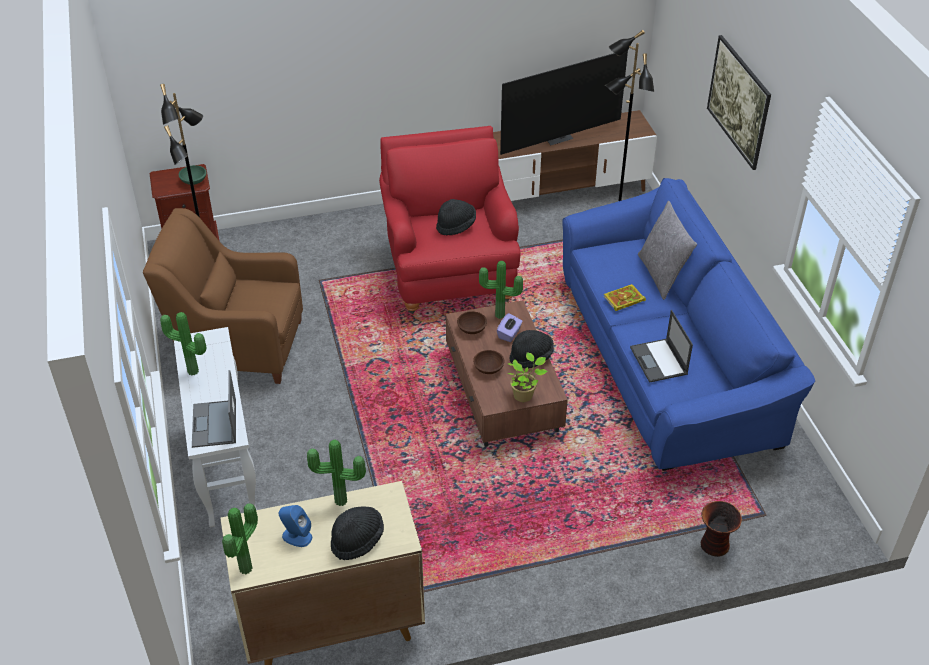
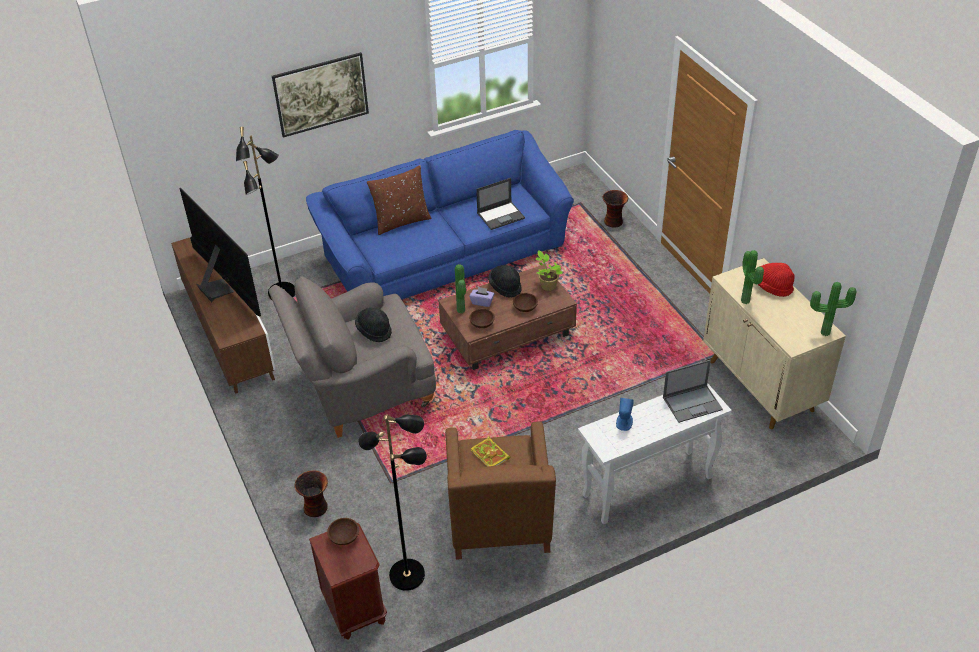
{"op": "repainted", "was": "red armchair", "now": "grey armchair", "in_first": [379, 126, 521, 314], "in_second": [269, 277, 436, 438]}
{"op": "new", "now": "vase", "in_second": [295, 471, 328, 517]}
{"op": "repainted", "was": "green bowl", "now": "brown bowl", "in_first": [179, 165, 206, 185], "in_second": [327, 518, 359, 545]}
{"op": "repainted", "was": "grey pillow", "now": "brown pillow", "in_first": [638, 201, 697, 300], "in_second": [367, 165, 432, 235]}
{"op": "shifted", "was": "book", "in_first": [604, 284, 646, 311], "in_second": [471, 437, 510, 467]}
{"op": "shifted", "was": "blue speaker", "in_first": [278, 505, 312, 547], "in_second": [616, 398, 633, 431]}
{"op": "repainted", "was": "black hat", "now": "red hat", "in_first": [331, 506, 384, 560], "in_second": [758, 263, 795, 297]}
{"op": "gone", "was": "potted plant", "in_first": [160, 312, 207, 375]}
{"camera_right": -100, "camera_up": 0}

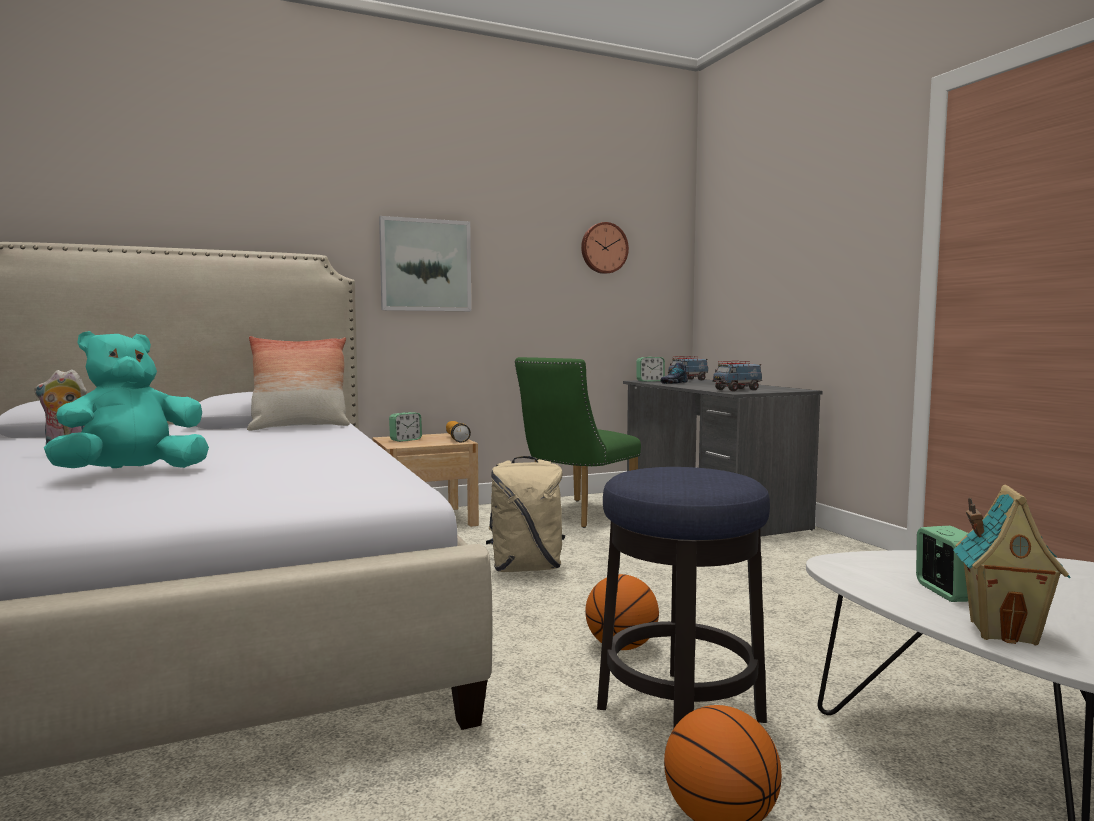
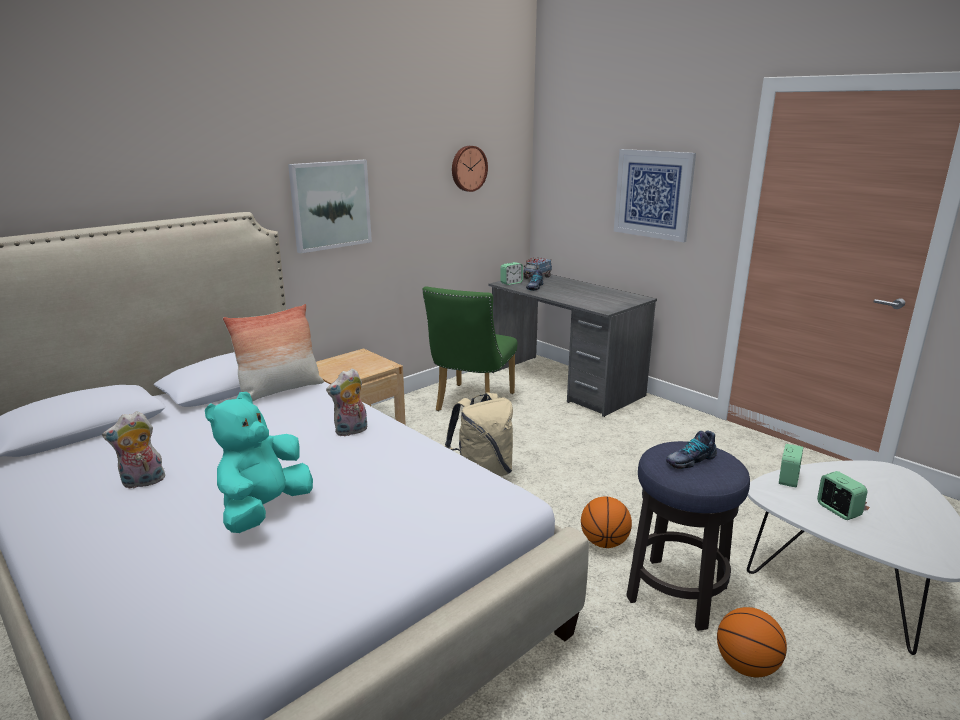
{"op": "new", "now": "plush toy", "in_second": [326, 368, 367, 436]}
{"op": "new", "now": "picture", "in_second": [614, 149, 696, 242]}
{"op": "new", "now": "shoe", "in_second": [666, 431, 717, 469]}
{"op": "shifted", "was": "alarm clock", "in_first": [389, 412, 422, 442], "in_second": [779, 444, 803, 488]}
{"op": "gone", "was": "flashlight", "in_first": [446, 421, 471, 443]}
{"op": "gone", "was": "toy truck", "in_first": [712, 361, 762, 391]}
{"op": "gone", "was": "toy house", "in_first": [953, 485, 1071, 645]}
{"camera_right": -20, "camera_up": 15}

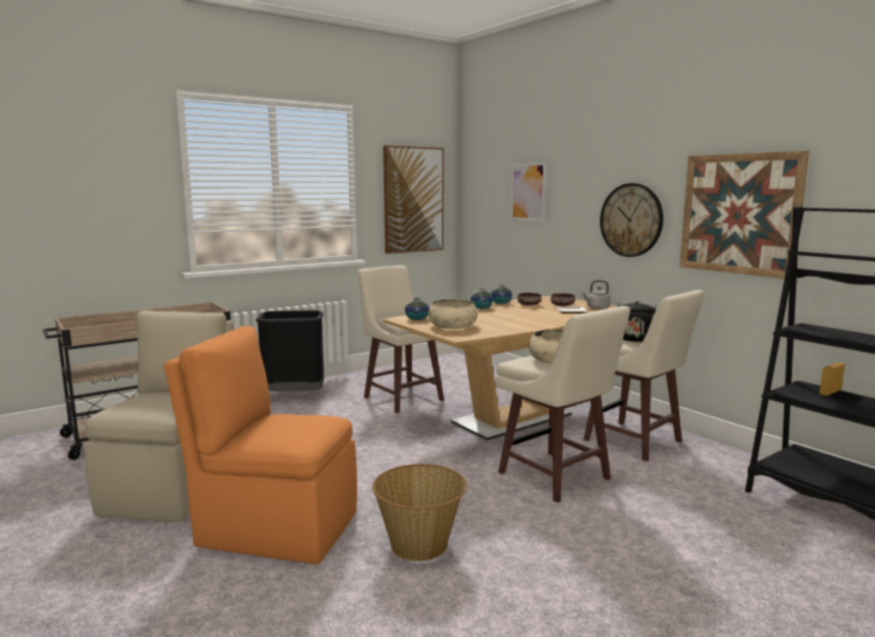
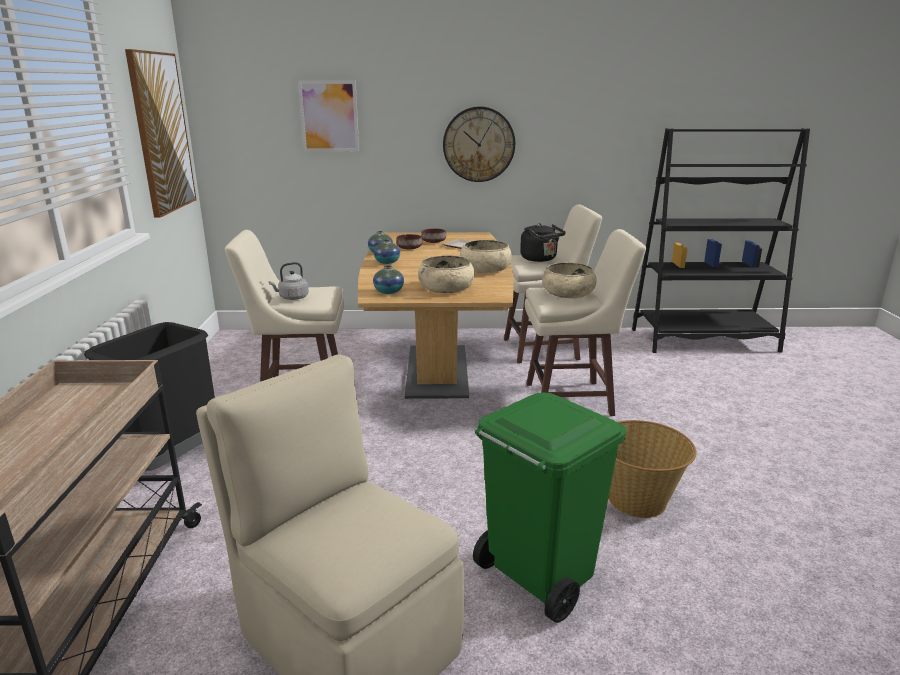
{"op": "shifted", "was": "grey kettle", "in_first": [582, 280, 611, 310], "in_second": [269, 262, 309, 300]}
{"op": "new", "now": "beige bowl", "in_second": [460, 240, 512, 273]}
{"op": "swapped", "was": "orange chair", "now": "green trash can", "in_first": [164, 326, 357, 565], "in_second": [473, 392, 626, 623]}
{"op": "gone", "was": "picture", "in_first": [680, 151, 809, 279]}
{"camera_right": -55, "camera_up": 10}

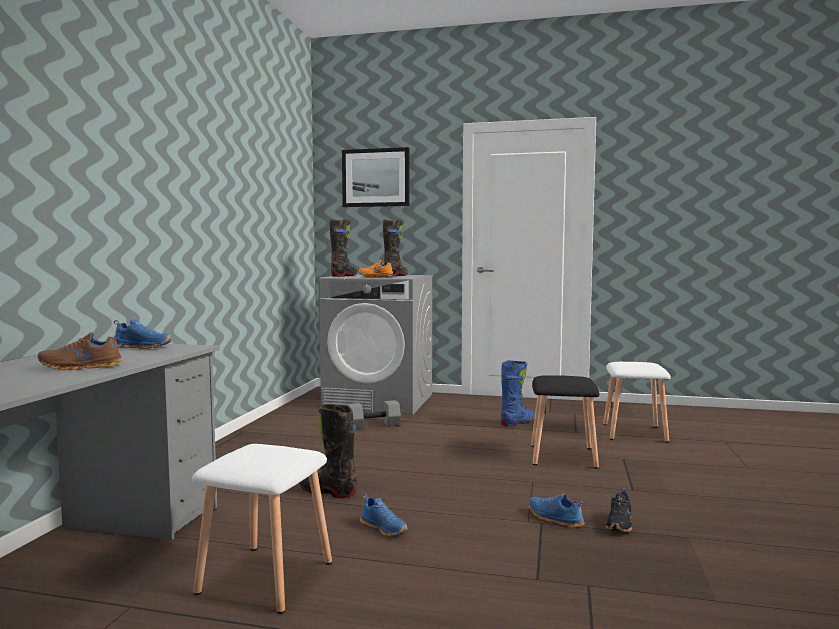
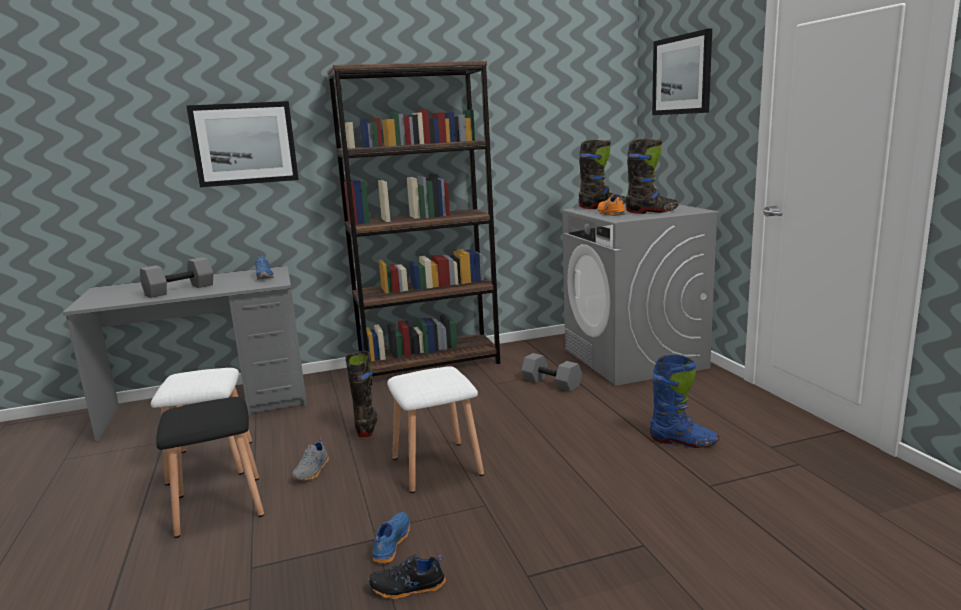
{"op": "swapped", "was": "brown shoe", "now": "grey dumbbell", "in_first": [38, 332, 123, 370], "in_second": [140, 257, 213, 298]}
{"op": "shifted", "was": "black stool", "in_first": [531, 375, 600, 469], "in_second": [156, 397, 264, 538]}
{"op": "new", "now": "picture", "in_second": [187, 101, 299, 187]}
{"op": "repainted", "was": "blue shoe", "now": "grey shoe", "in_first": [360, 494, 408, 536], "in_second": [292, 438, 329, 480]}
{"op": "new", "now": "brown bookcase", "in_second": [327, 61, 500, 385]}
{"op": "shifted", "was": "white stool", "in_first": [603, 362, 671, 443], "in_second": [387, 366, 484, 493]}
{"camera_right": 60, "camera_up": 10}

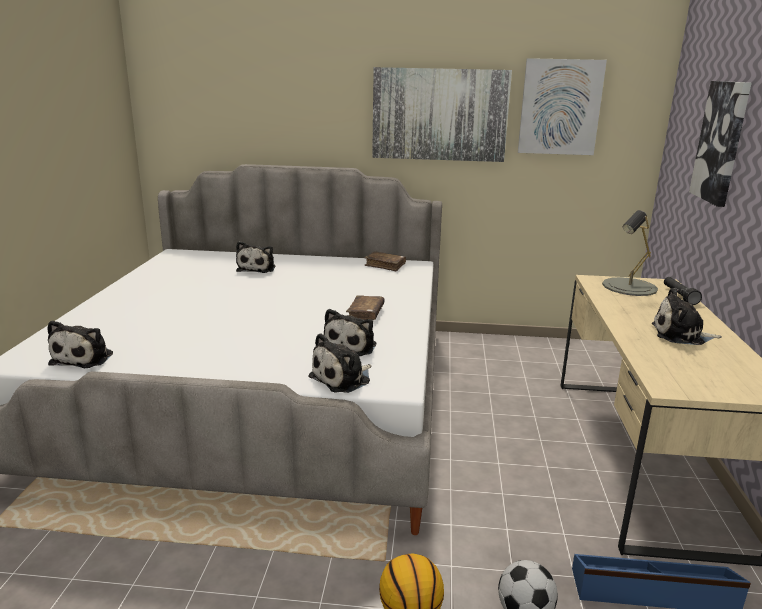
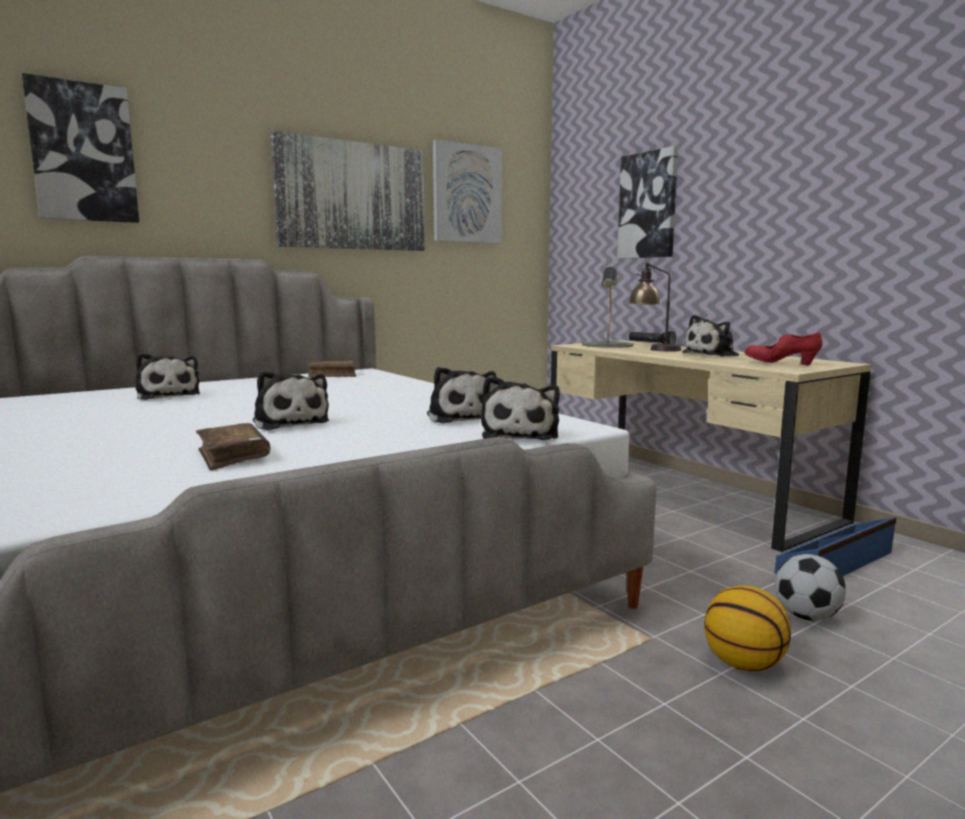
{"op": "new", "now": "picture", "in_second": [22, 73, 139, 223]}
{"op": "shifted", "was": "brown book", "in_first": [346, 295, 385, 320], "in_second": [196, 423, 270, 471]}
{"op": "shifted", "was": "plush toy", "in_first": [47, 320, 113, 369], "in_second": [253, 371, 329, 430]}
{"op": "new", "now": "table lamp", "in_second": [629, 262, 681, 352]}
{"op": "new", "now": "red shoe", "in_second": [745, 332, 822, 365]}
{"camera_right": -40, "camera_up": -10}

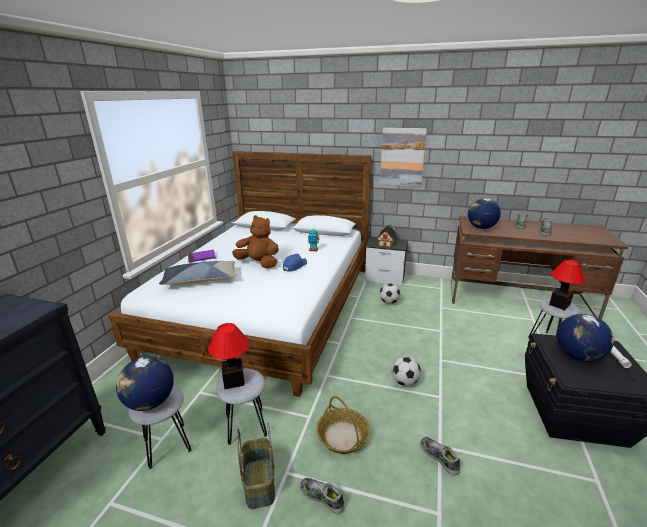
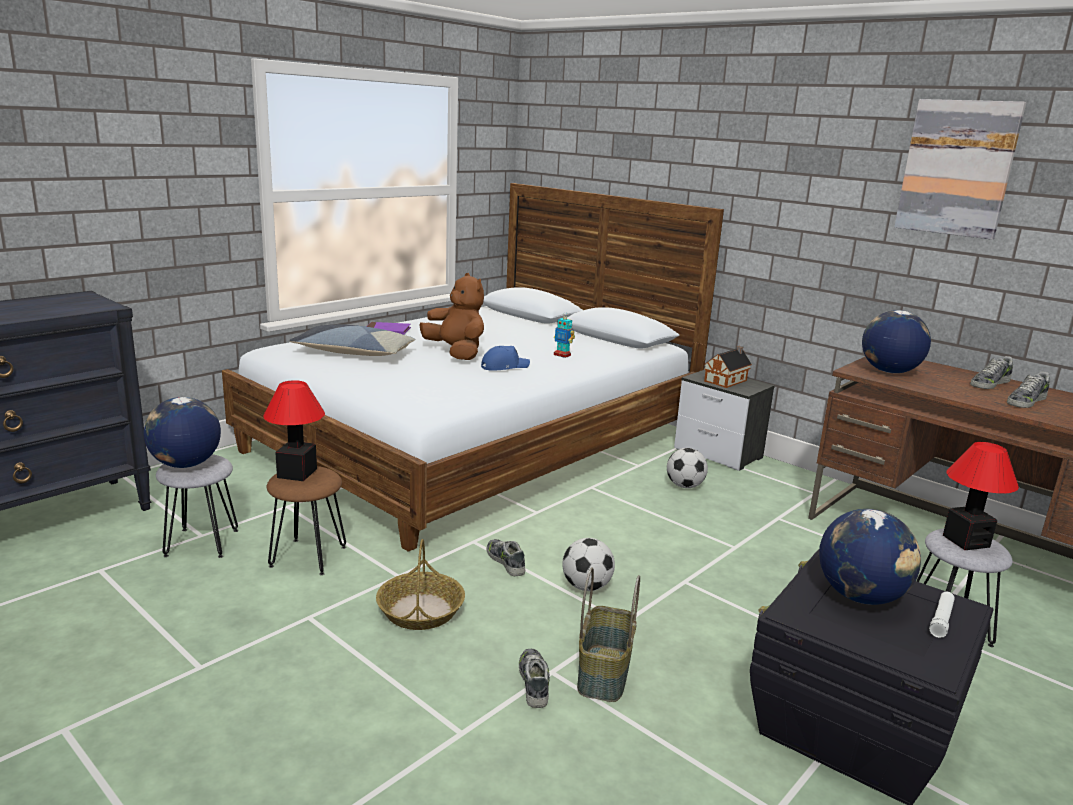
{"op": "repainted", "was": "grey stool", "now": "brown stool", "in_first": [216, 368, 267, 445], "in_second": [267, 466, 346, 575]}
{"op": "shifted", "was": "shoe", "in_first": [300, 478, 345, 514], "in_second": [487, 539, 525, 576]}
{"op": "shifted", "was": "basket", "in_first": [237, 423, 275, 509], "in_second": [577, 567, 640, 702]}
{"op": "shifted", "was": "picture", "in_first": [380, 128, 427, 187], "in_second": [894, 99, 1026, 240]}
{"camera_right": 25, "camera_up": -5}

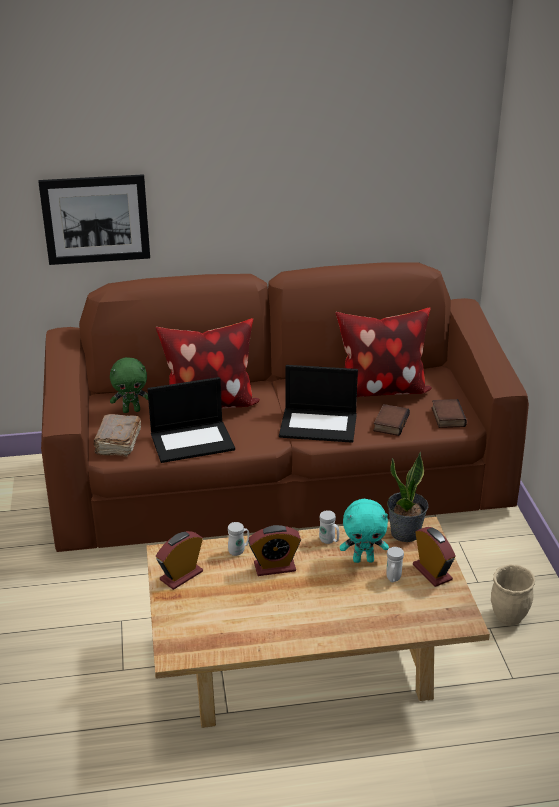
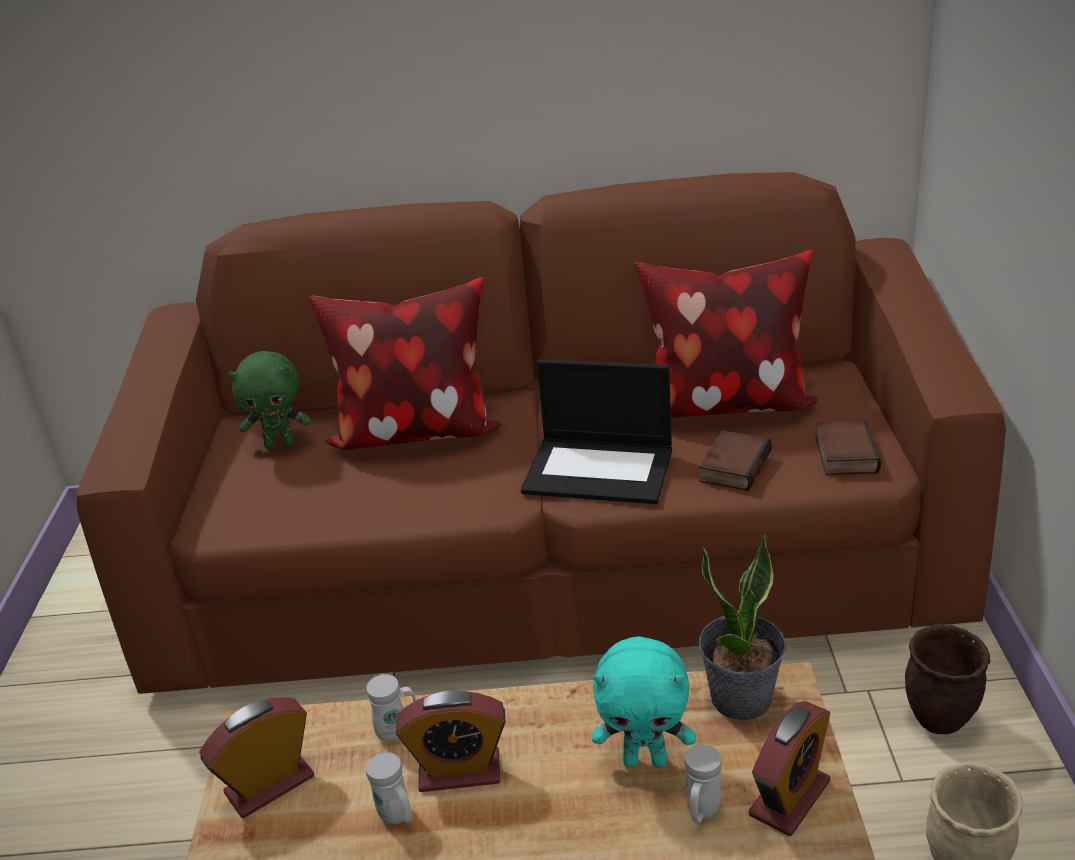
{"op": "shifted", "was": "white mug", "in_first": [319, 510, 339, 544], "in_second": [366, 752, 413, 824]}
{"op": "rotated", "was": "alarm clock", "in_first": [413, 527, 456, 587], "in_second": [749, 701, 830, 836], "clockwise": 60}
{"op": "new", "now": "brown planter", "in_second": [905, 624, 991, 734]}
{"op": "gone", "was": "picture", "in_first": [38, 174, 150, 265]}
{"op": "gone", "was": "brown book", "in_first": [94, 414, 141, 457]}
{"op": "gone", "was": "laptop", "in_first": [147, 377, 235, 463]}
{"camera_right": 10, "camera_up": 0}

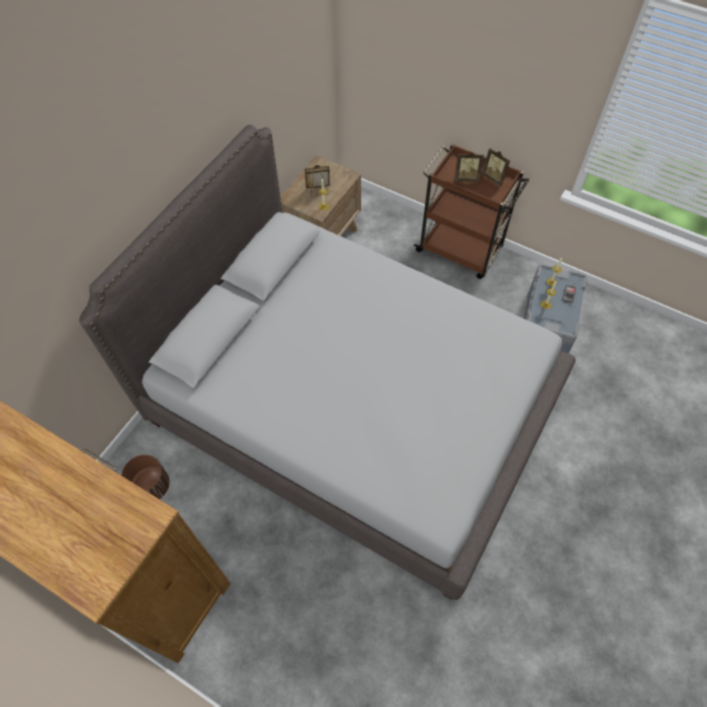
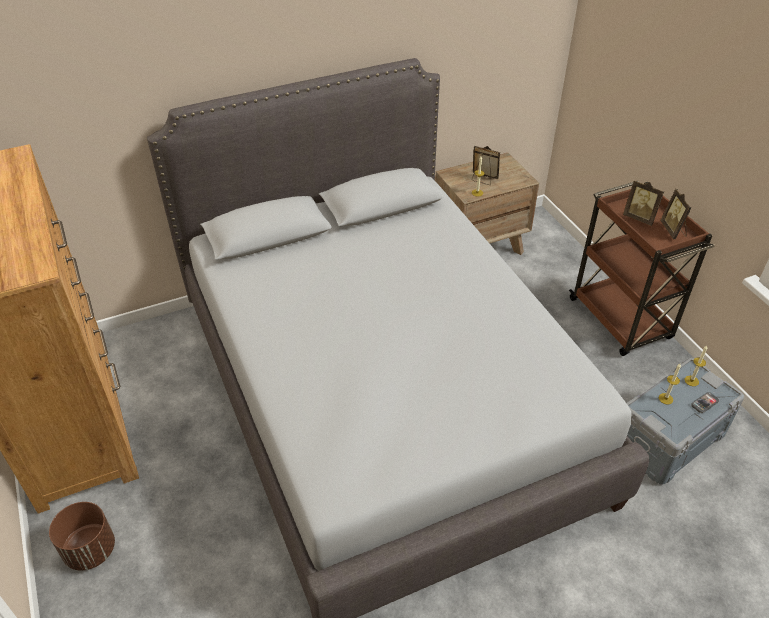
{"op": "shifted", "was": "brown planter", "in_first": [121, 455, 169, 499], "in_second": [49, 502, 115, 571]}
{"camera_right": 35, "camera_up": -15}

